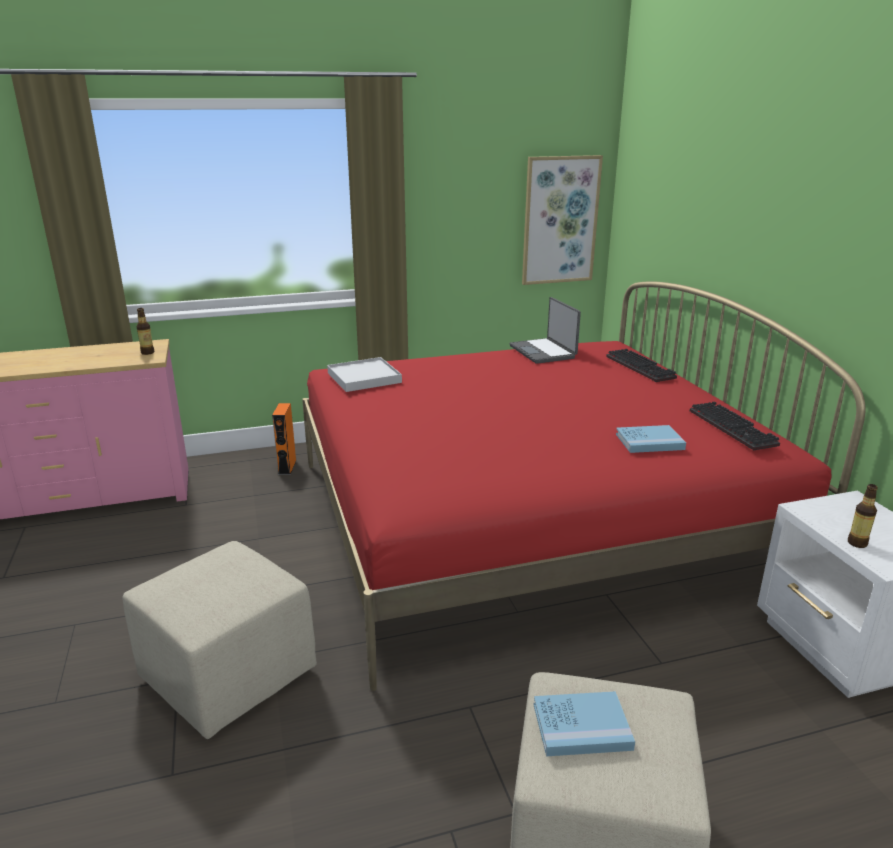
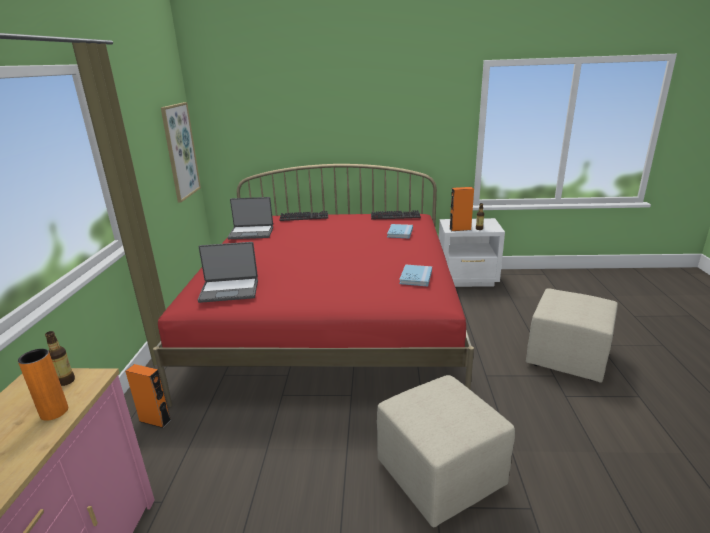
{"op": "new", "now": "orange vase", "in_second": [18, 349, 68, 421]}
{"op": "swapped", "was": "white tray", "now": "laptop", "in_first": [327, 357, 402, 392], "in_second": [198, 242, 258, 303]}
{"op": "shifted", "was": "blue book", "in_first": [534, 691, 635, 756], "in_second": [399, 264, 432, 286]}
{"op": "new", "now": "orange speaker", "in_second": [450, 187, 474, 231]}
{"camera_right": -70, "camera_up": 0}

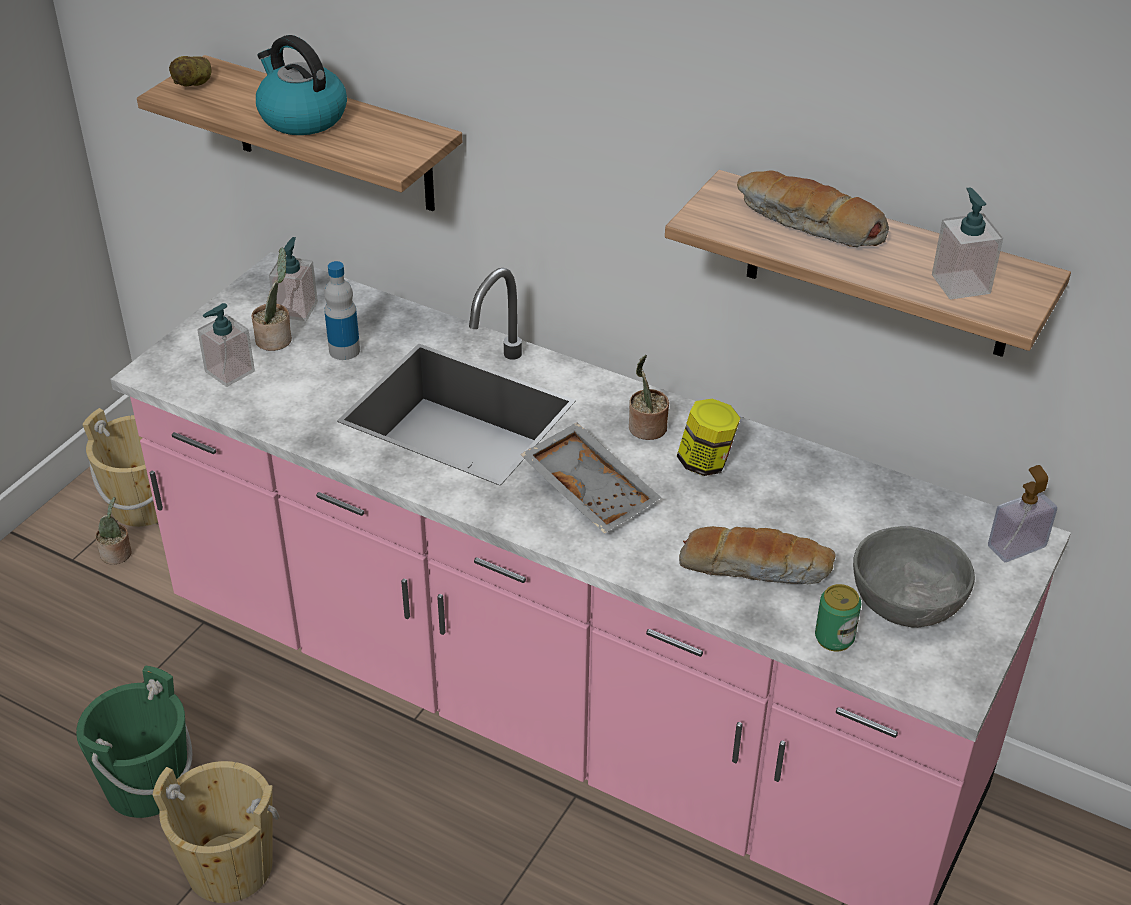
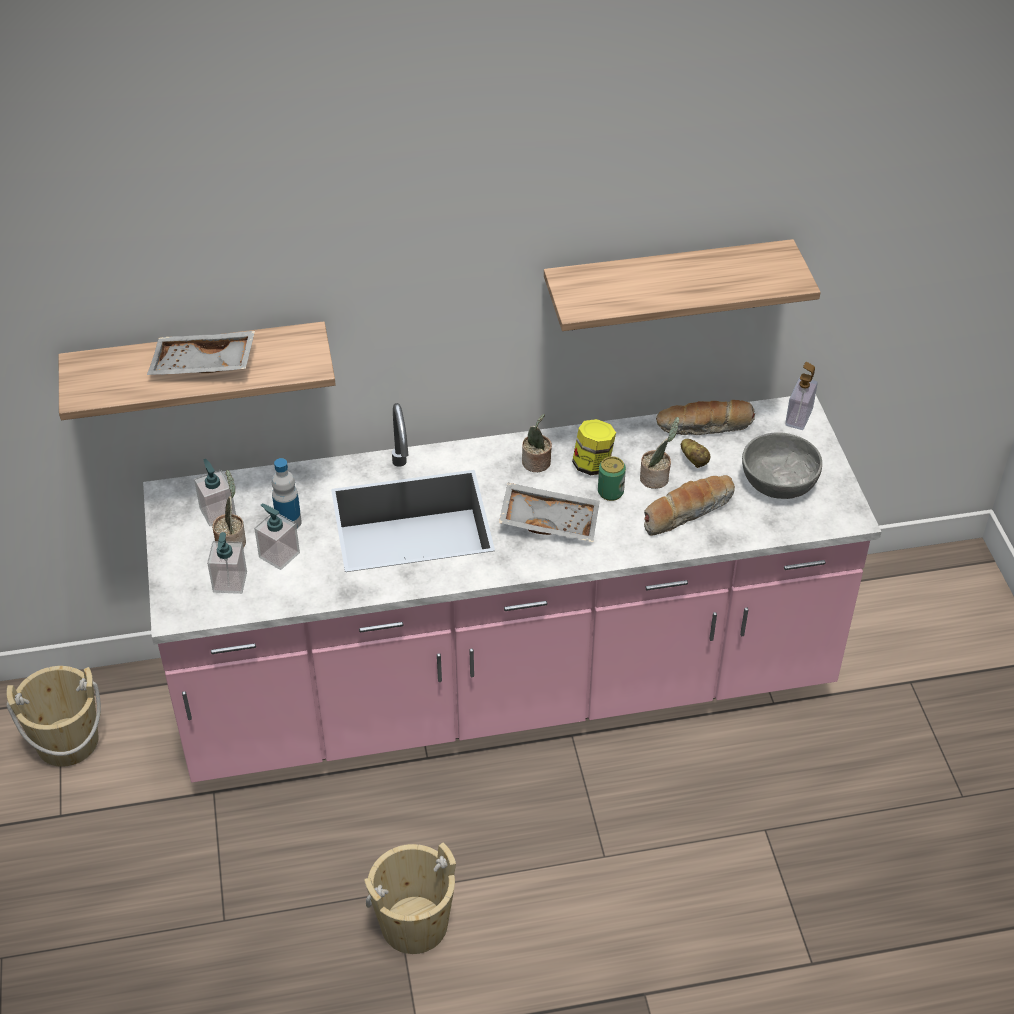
{"op": "swapped", "was": "kettle", "now": "grey tray", "in_first": [256, 35, 347, 135], "in_second": [147, 331, 255, 375]}
{"op": "shifted", "was": "soap dispenser", "in_first": [932, 187, 1003, 299], "in_second": [254, 504, 300, 570]}
{"op": "shifted", "was": "can", "in_first": [815, 584, 861, 651], "in_second": [598, 456, 626, 501]}
{"op": "shifted", "was": "potted plant", "in_first": [95, 497, 131, 565], "in_second": [640, 417, 680, 489]}
{"op": "shifted", "was": "bread", "in_first": [737, 170, 889, 247], "in_second": [656, 400, 755, 435]}
{"op": "shifted", "was": "potato", "in_first": [169, 56, 212, 86], "in_second": [680, 439, 710, 468]}
{"op": "gone", "was": "green bucket", "in_first": [76, 665, 192, 818]}
{"camera_right": -40, "camera_up": 5}

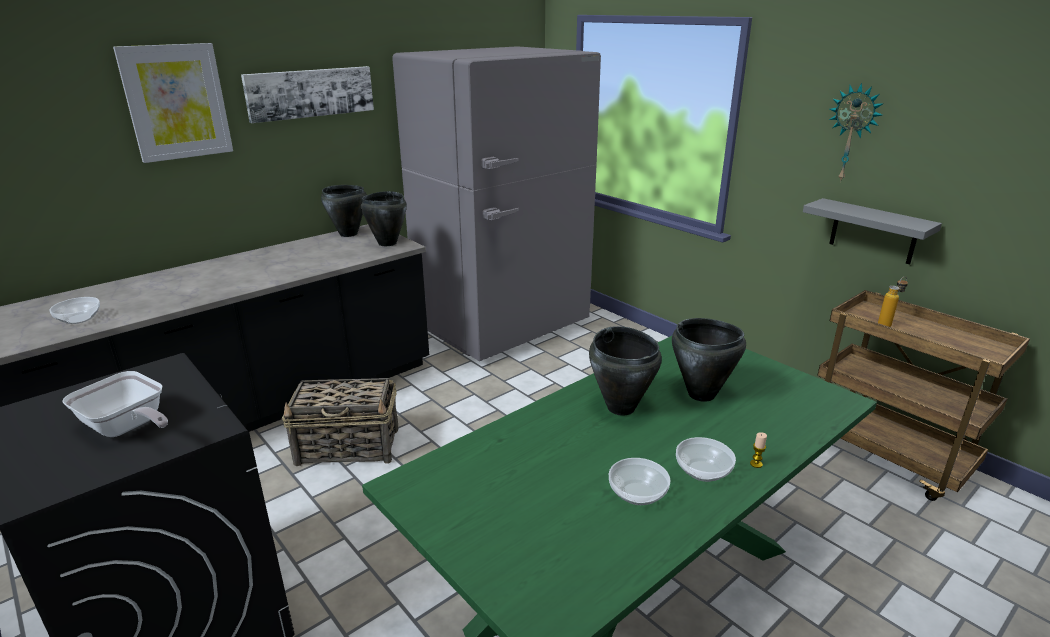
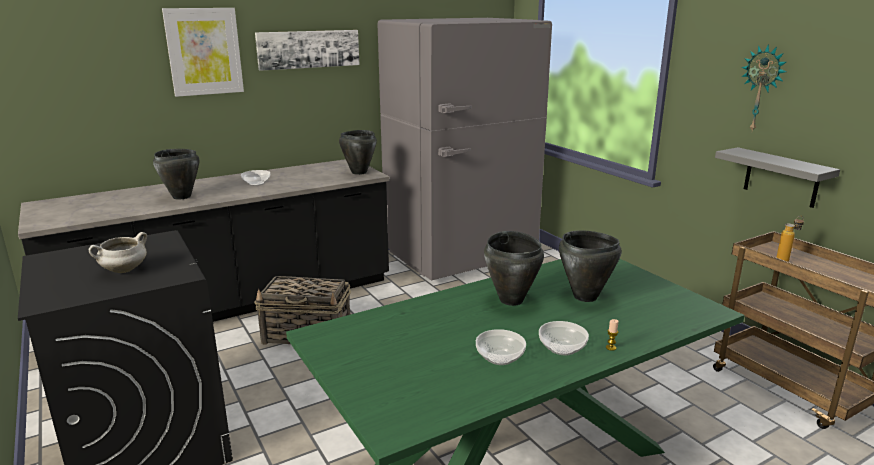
{"op": "swapped", "was": "frying pan", "now": "white cooking pot", "in_first": [62, 371, 168, 437], "in_second": [89, 232, 147, 273]}
{"op": "shifted", "was": "black cooking pot", "in_first": [321, 185, 367, 237], "in_second": [153, 149, 199, 199]}
{"op": "shifted", "was": "bowl", "in_first": [49, 297, 100, 324], "in_second": [241, 170, 270, 186]}
{"camera_right": 10, "camera_up": -5}

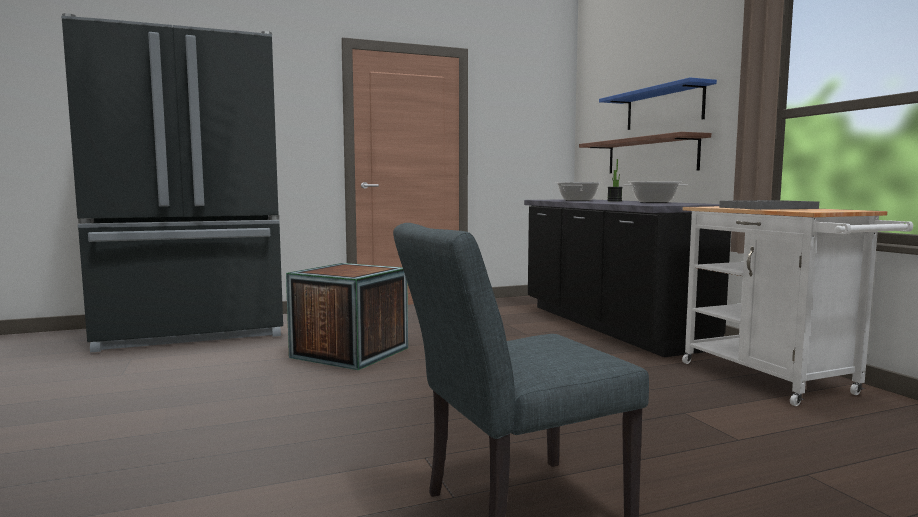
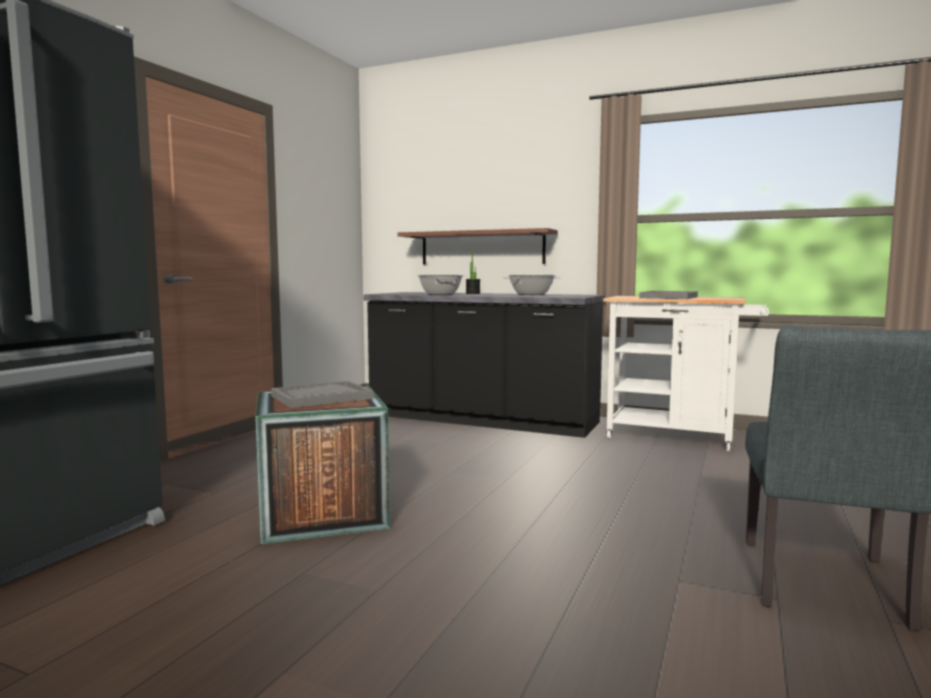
{"op": "new", "now": "grey tray", "in_second": [271, 381, 373, 408]}
{"op": "gone", "was": "blue shelf", "in_first": [599, 77, 717, 130]}
{"camera_right": -45, "camera_up": 0}

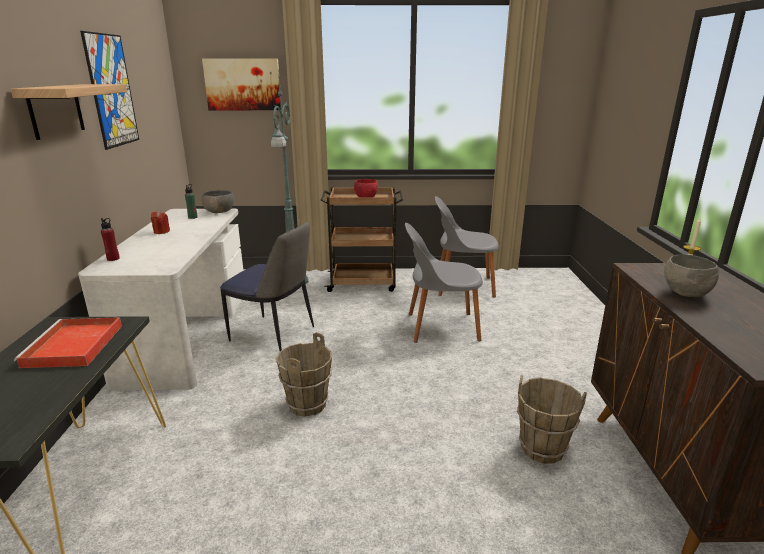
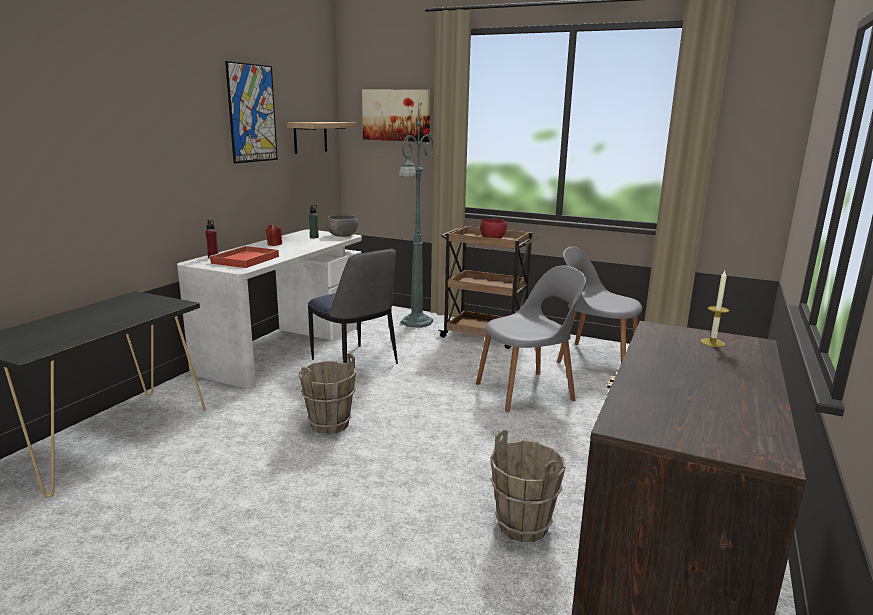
{"op": "shifted", "was": "red tray", "in_first": [14, 317, 122, 368], "in_second": [209, 246, 279, 268]}
{"op": "shifted", "was": "shelf", "in_first": [11, 84, 127, 140], "in_second": [286, 122, 356, 154]}
{"op": "rotated", "was": "grey chair", "in_first": [405, 223, 483, 343], "in_second": [476, 266, 586, 412], "clockwise": 135}
{"op": "gone", "was": "grey bowl", "in_first": [664, 255, 719, 297]}
{"camera_right": 25, "camera_up": -5}

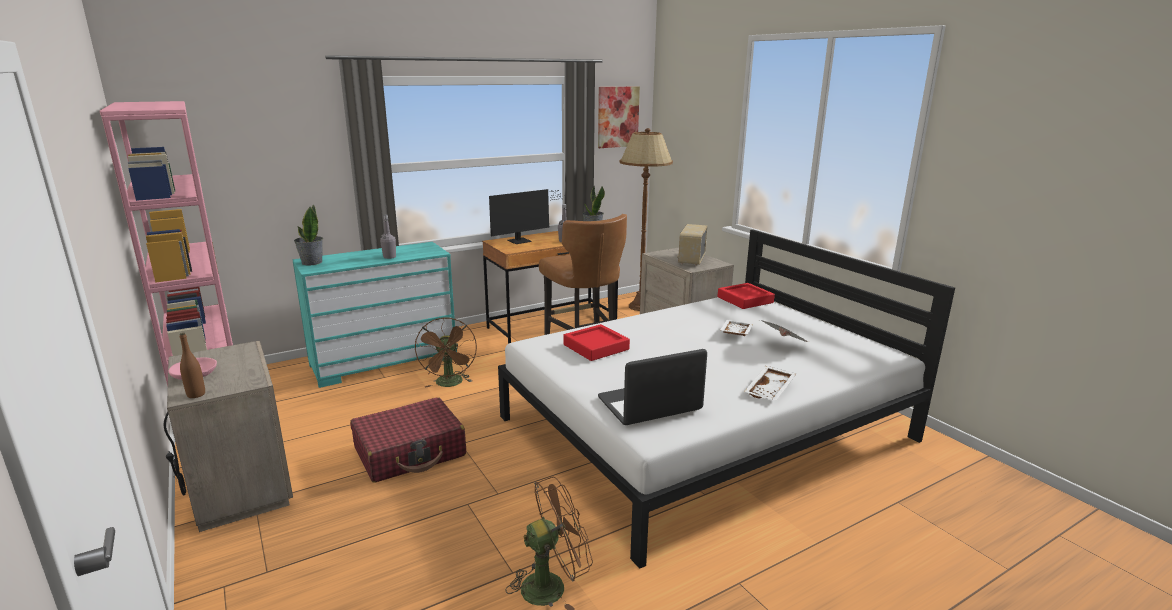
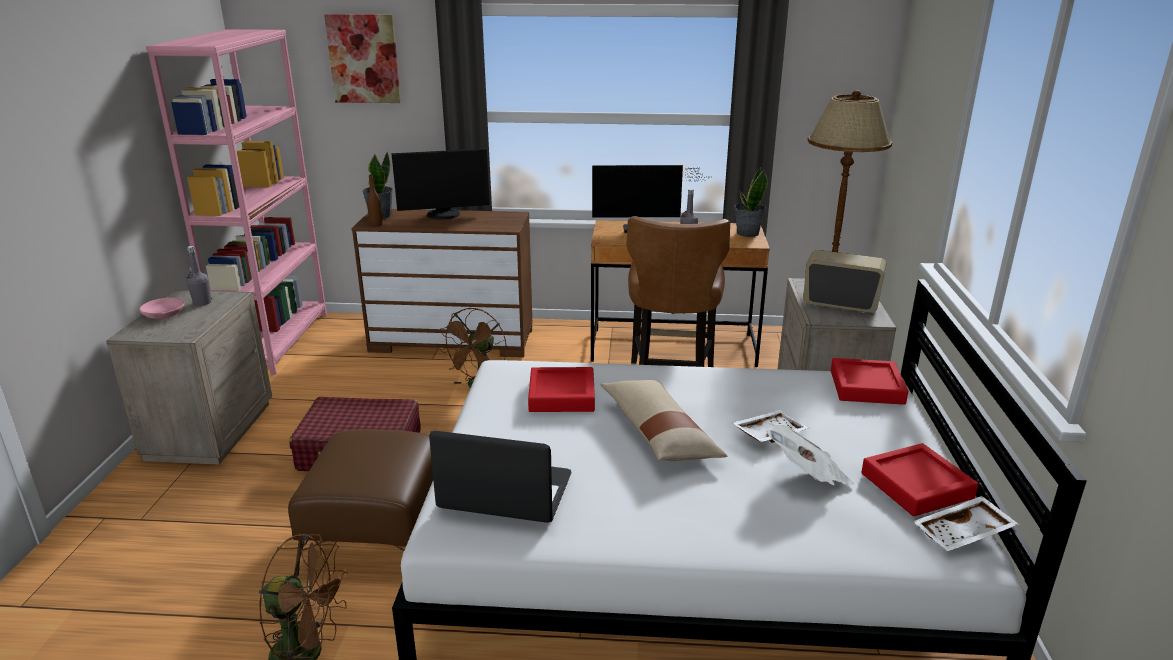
{"op": "shifted", "was": "grey bottle", "in_first": [380, 215, 396, 259], "in_second": [186, 246, 212, 306]}
{"op": "new", "now": "brown ottoman", "in_second": [288, 429, 433, 576]}
{"op": "shifted", "was": "picture", "in_first": [598, 87, 640, 148], "in_second": [324, 14, 401, 103]}
{"op": "repainted", "was": "turquoise dresser", "now": "brown dresser", "in_first": [293, 242, 457, 388], "in_second": [351, 209, 532, 358]}
{"op": "shifted", "was": "brown bottle", "in_first": [180, 333, 205, 398], "in_second": [367, 174, 383, 226]}
{"op": "new", "now": "monitor", "in_second": [392, 149, 490, 220]}
{"op": "new", "now": "beige pillow", "in_second": [600, 380, 727, 461]}
{"op": "rotated", "was": "radio", "in_first": [677, 224, 707, 266], "in_second": [803, 250, 887, 313], "clockwise": 60}
{"op": "new", "now": "red tray", "in_second": [861, 443, 979, 516]}
{"op": "shifted", "was": "white tray", "in_first": [744, 366, 796, 400], "in_second": [913, 496, 1019, 551]}
{"camera_right": 35, "camera_up": 5}

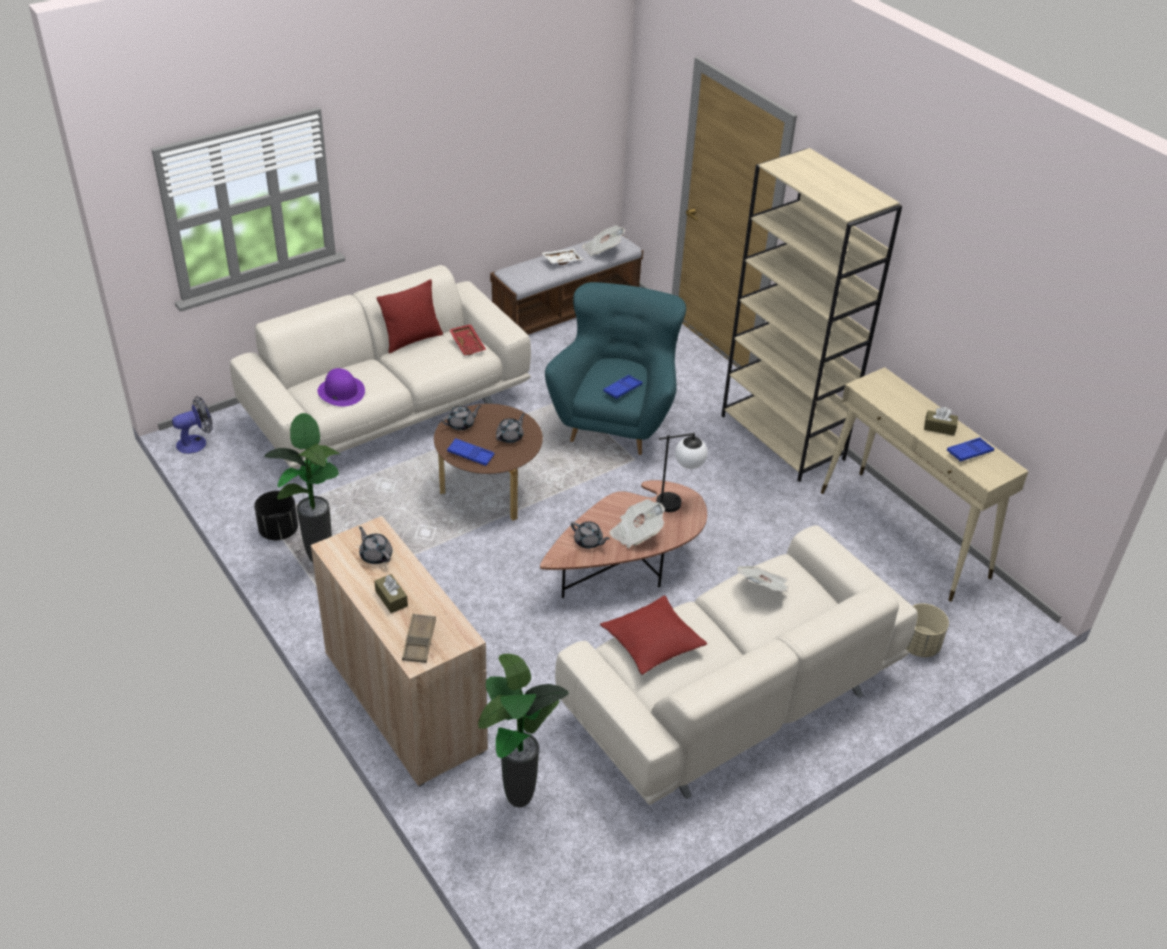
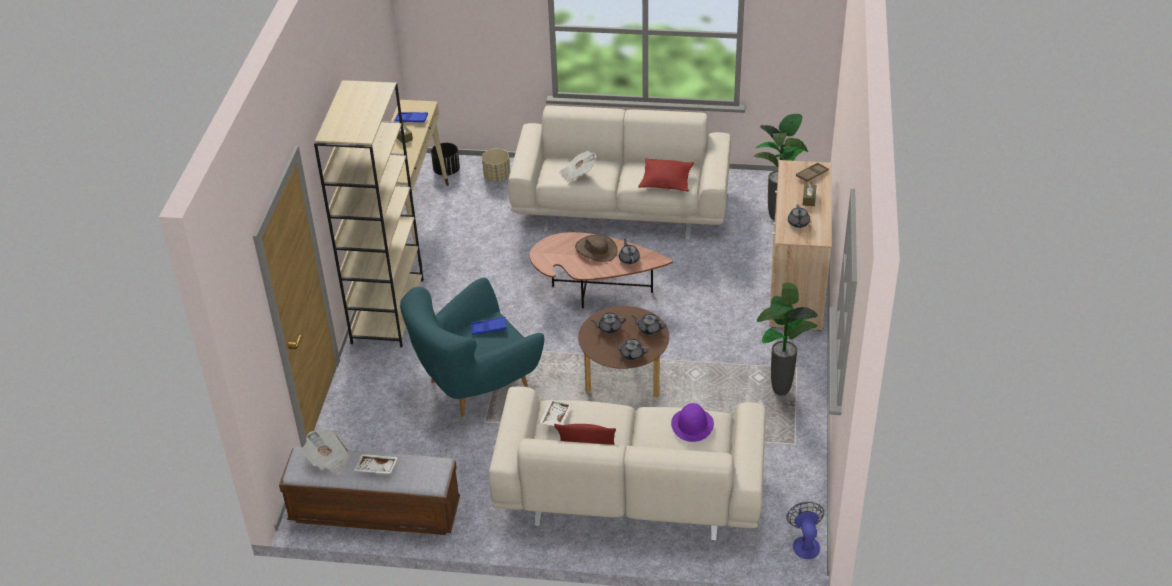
{"op": "shifted", "was": "black planter", "in_first": [254, 491, 298, 540], "in_second": [431, 143, 460, 176]}
{"op": "repainted", "was": "red tray", "now": "white tray", "in_first": [449, 324, 486, 355], "in_second": [539, 400, 572, 426]}
{"op": "swapped", "was": "newspaper", "now": "brown hat", "in_first": [610, 499, 665, 548], "in_second": [575, 235, 618, 262]}
{"op": "swapped", "was": "blue tray", "now": "grey teapot", "in_first": [447, 438, 494, 466], "in_second": [631, 314, 666, 335]}
{"op": "rotated", "was": "fan", "in_first": [172, 396, 213, 454], "in_second": [786, 502, 824, 559], "clockwise": 75}
{"op": "gone", "was": "table lamp", "in_first": [656, 433, 708, 512]}
{"camera_right": -135, "camera_up": 0}

